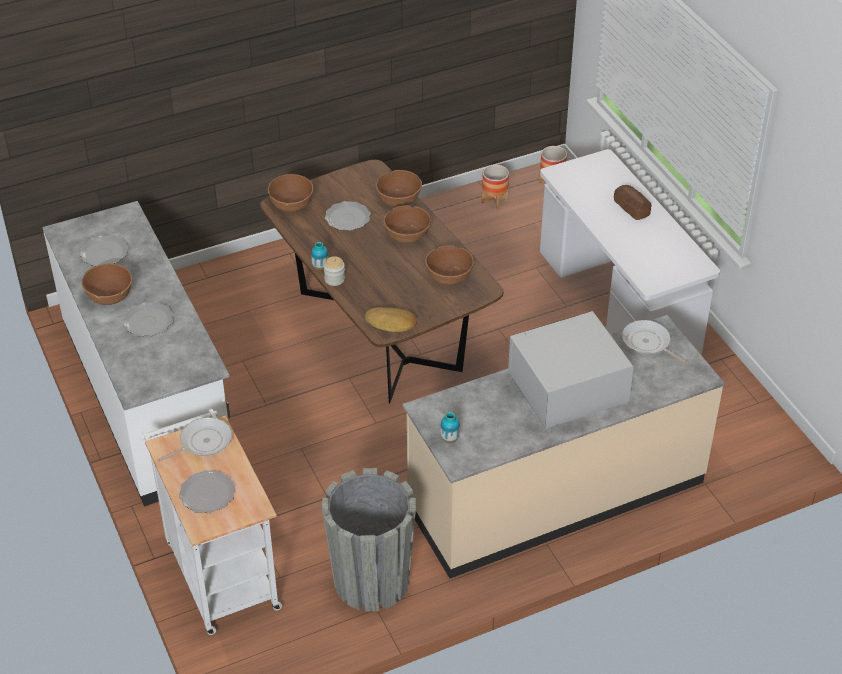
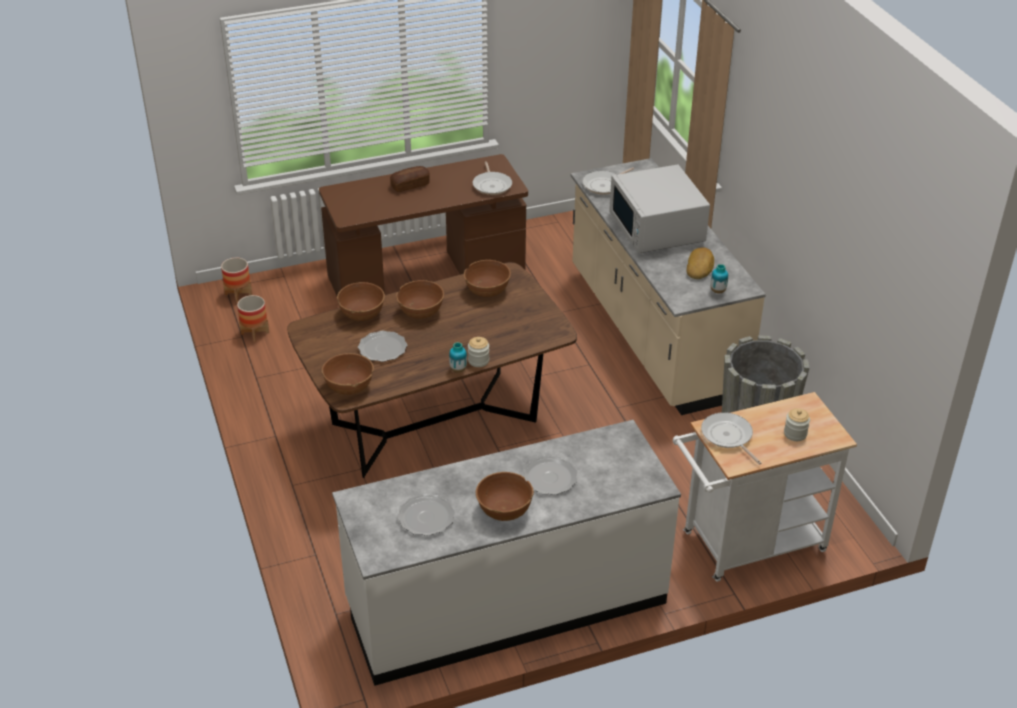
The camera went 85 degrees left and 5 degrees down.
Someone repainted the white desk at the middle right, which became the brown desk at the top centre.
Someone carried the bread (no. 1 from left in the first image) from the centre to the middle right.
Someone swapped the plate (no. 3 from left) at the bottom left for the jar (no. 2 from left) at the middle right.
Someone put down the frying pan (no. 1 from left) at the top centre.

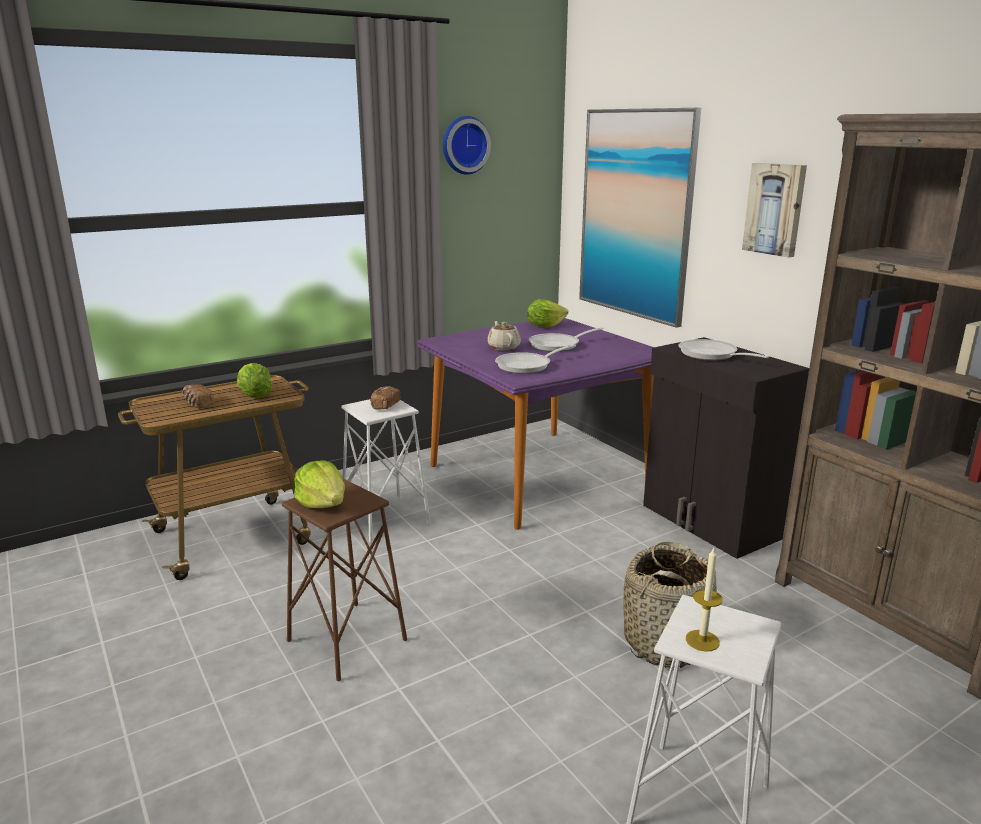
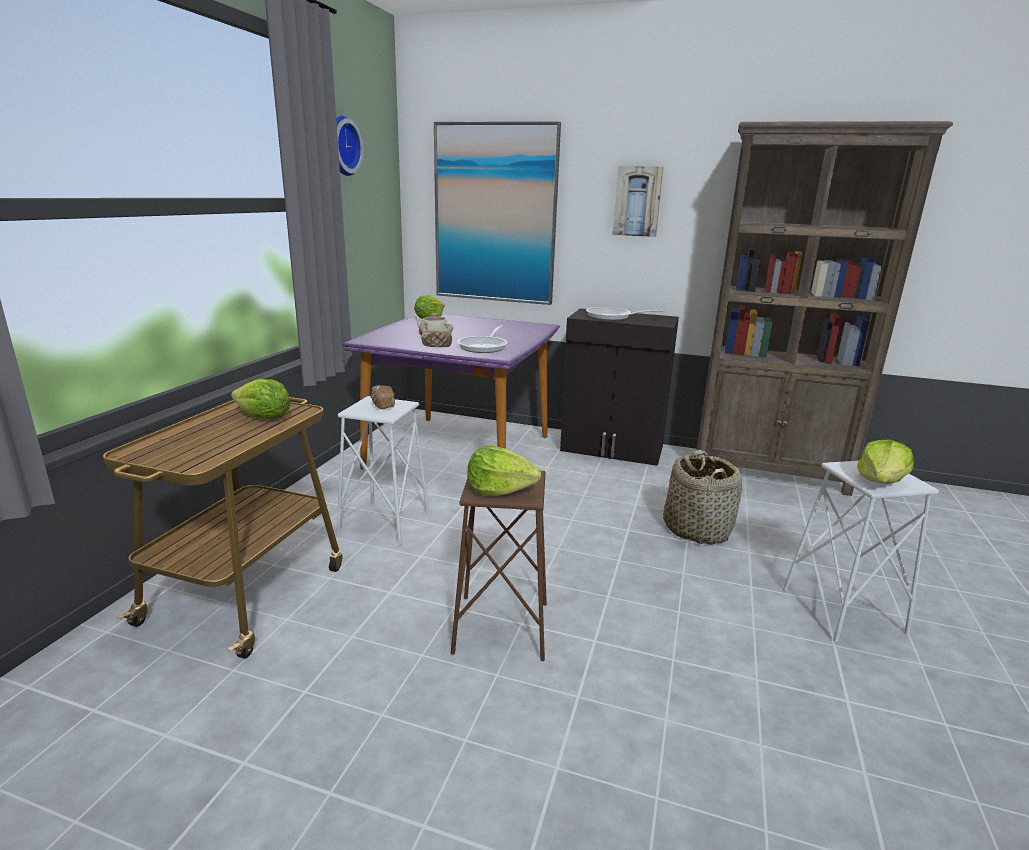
The camera went 40 degrees left and 0 degrees up.
Someone took away the frying pan (no. 2 from left) at the centre.
Someone carried the bread (no. 1 from left in the first image) from the middle left to the centre.
Someone swapped the candle at the bottom right for the lettuce (no. 4 from left) at the middle right.

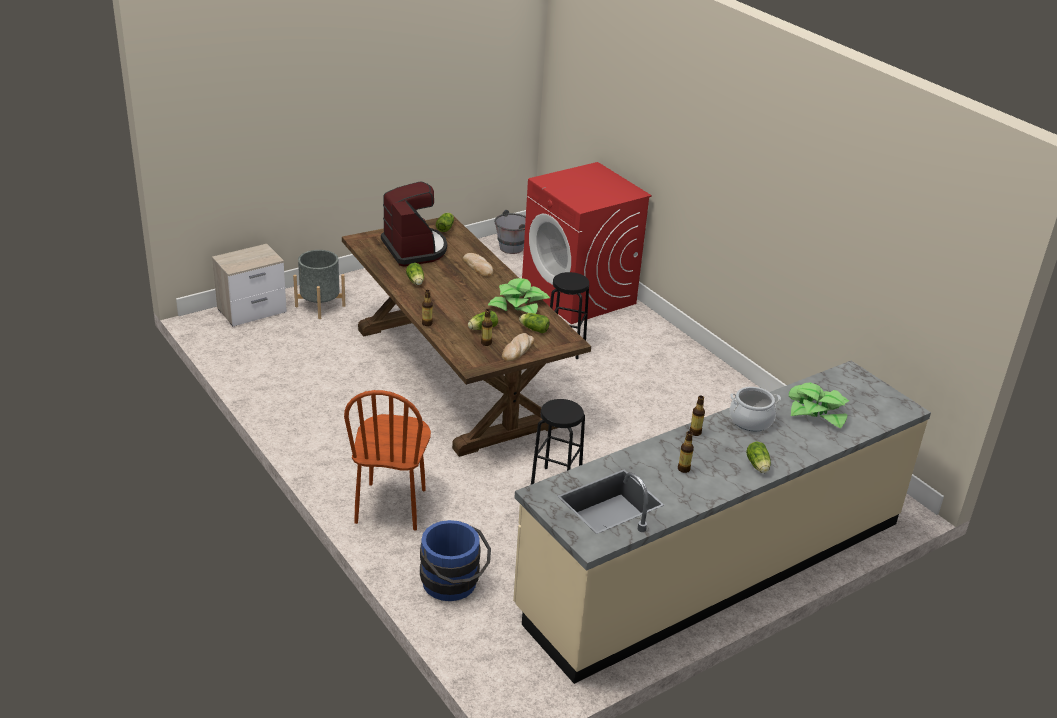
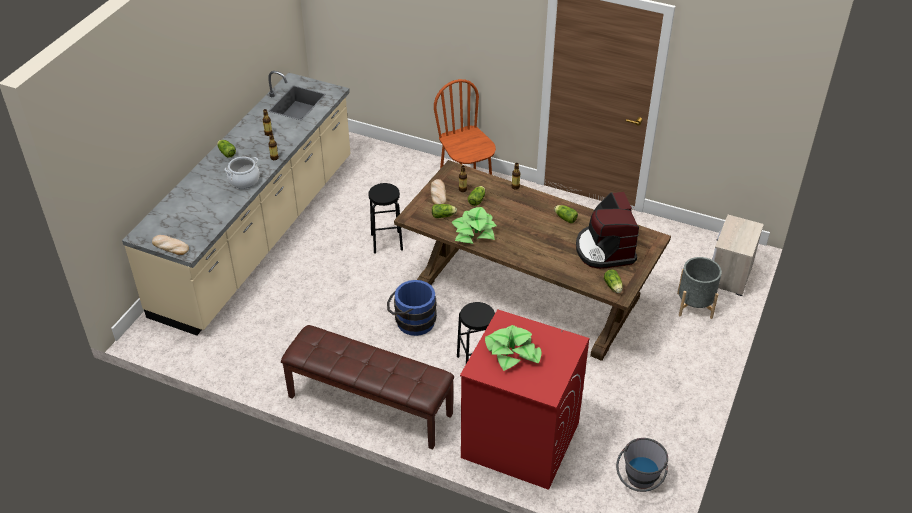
The camera went 150 degrees right and 10 degrees up.
Someone rotated the coffee machine at the top centre by 45 degrees clockwise.
Someone carried the bread (no. 1 from left) from the centre to the middle left.
Someone carried the potted plant (no. 2 from left) from the middle right to the bottom centre.
Someone carried the blue bucket from the bottom centre to the centre.
Someone put down the brown bench at the bottom centre.

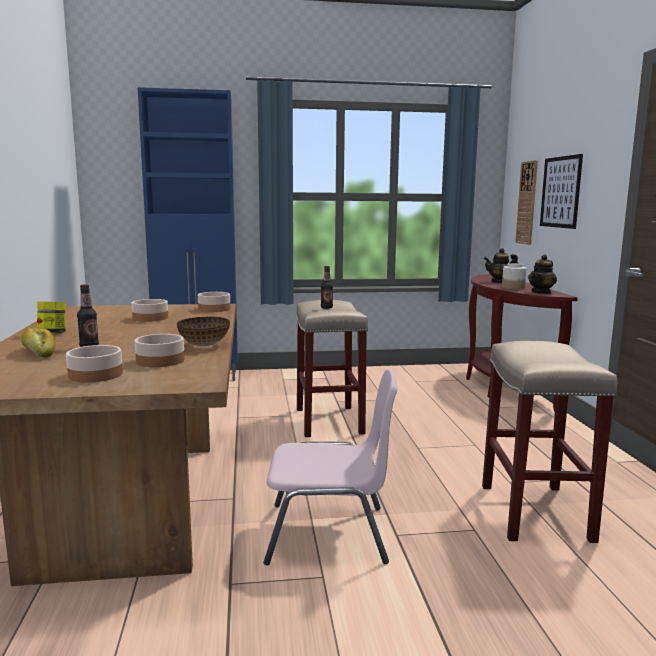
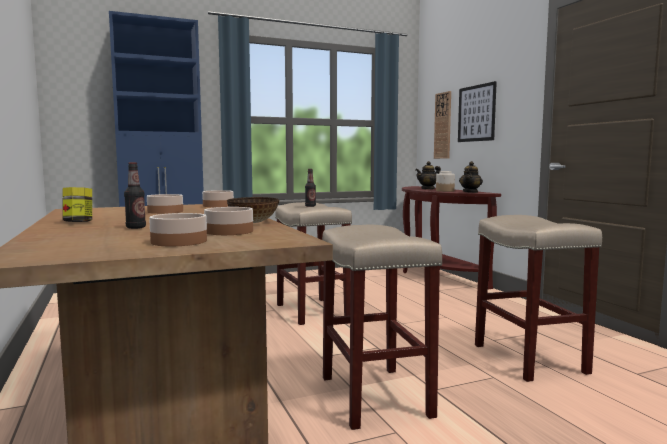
The camera went 15 degrees left and 5 degrees down.
Someone took away the bread at the middle left.
Someone swapped the pink chair at the bottom centre for the beige stool (no. 2 from left) at the bottom centre.

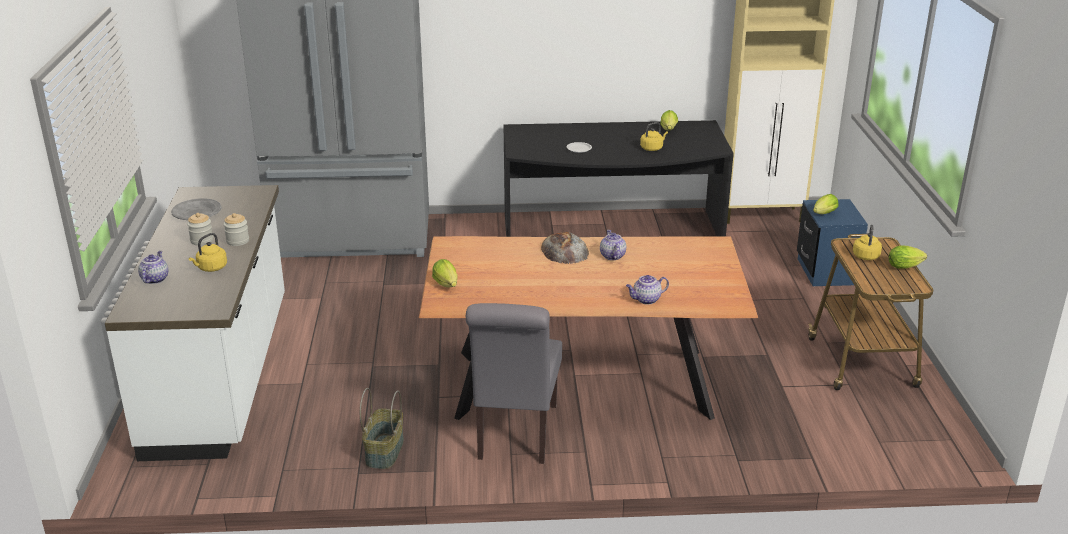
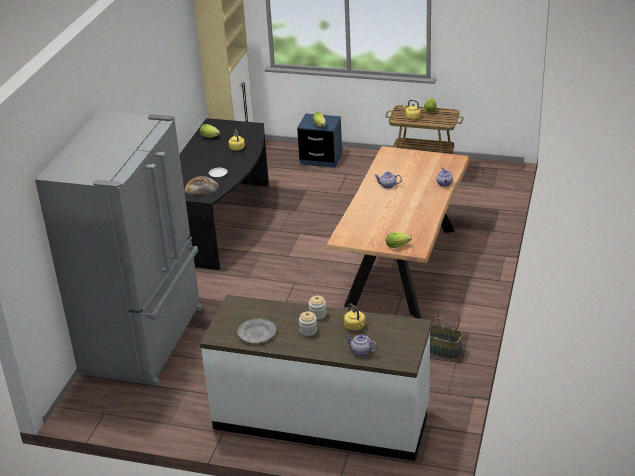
The camera went 70 degrees left and 5 degrees up.
Someone carried the bread from the centre to the middle left.
Someone took away the grey chair at the bottom centre.

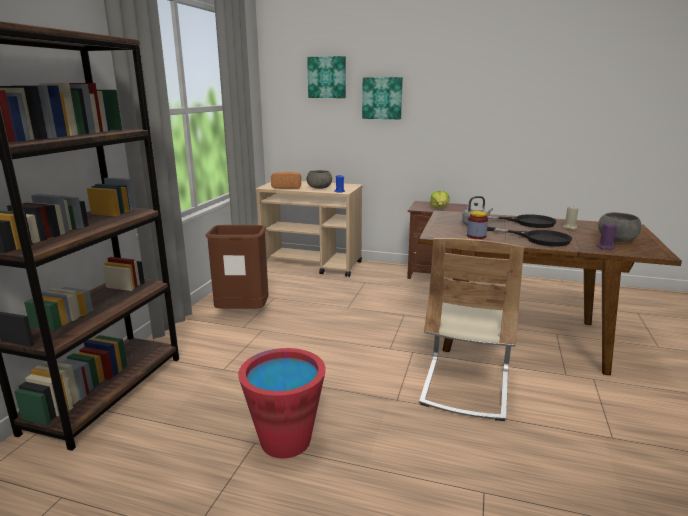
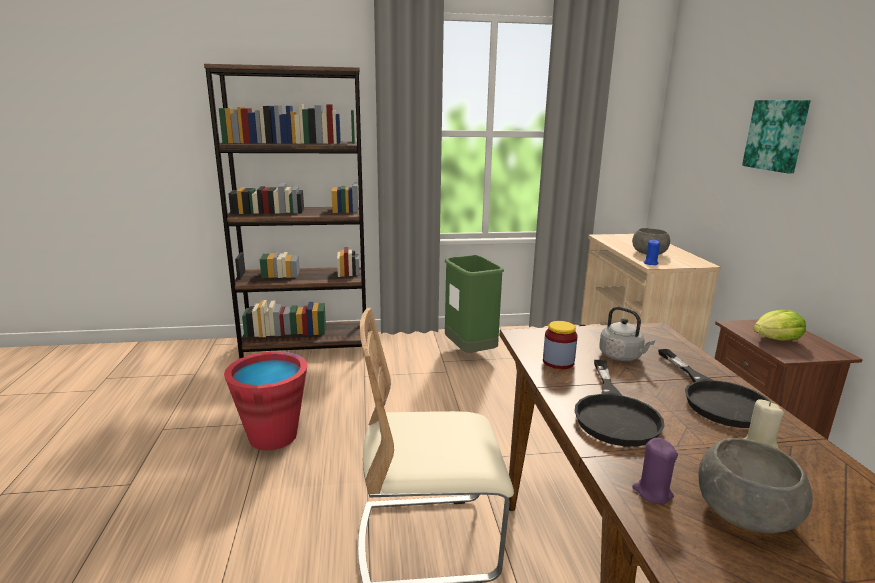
The camera went 65 degrees right and 0 degrees up.
Someone took away the picture (no. 1 from left) at the top centre.
Someone took away the bread at the centre.
Someone repainted the brown trash can at the centre, which became the green trash can at the centre.

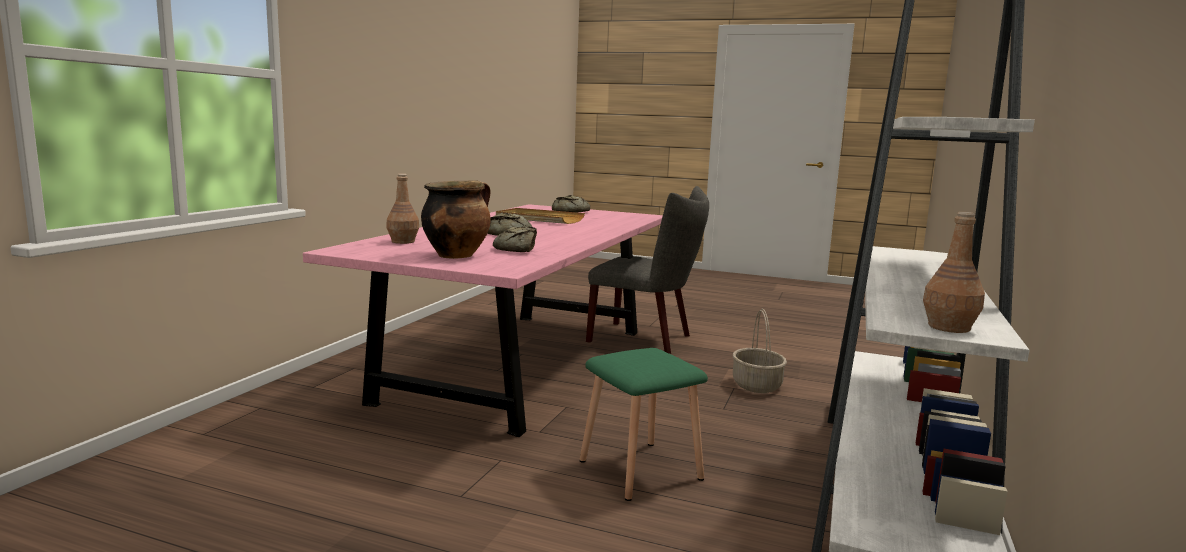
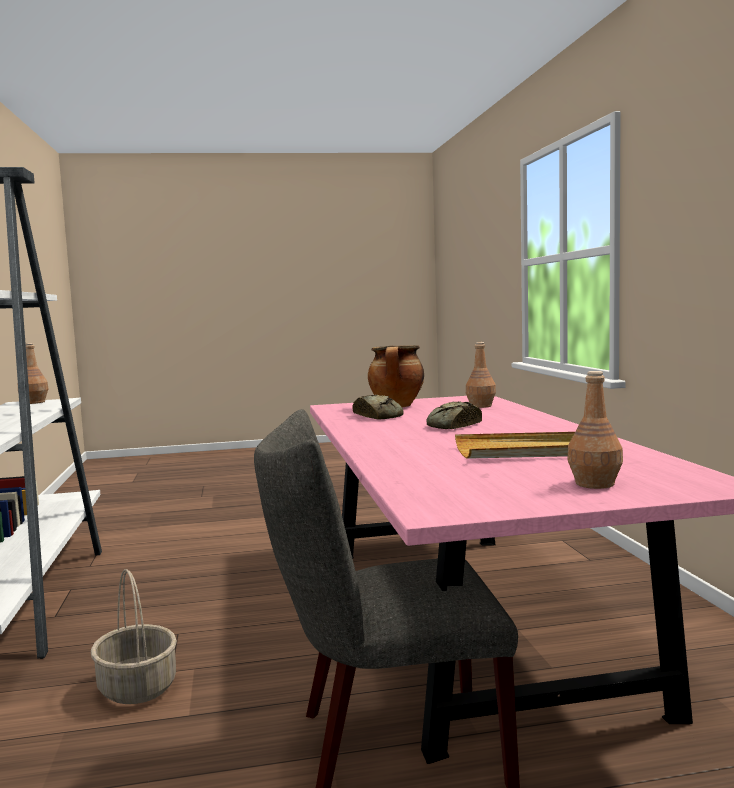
The camera went 150 degrees right and 5 degrees down.
Someone swapped the bread (no. 3 from left) at the centre for the brown bottle (no. 3 from left) at the middle right.
Someone took away the green stool at the bottom centre.

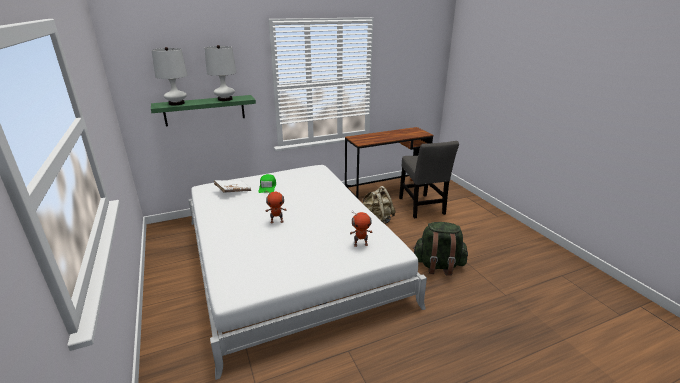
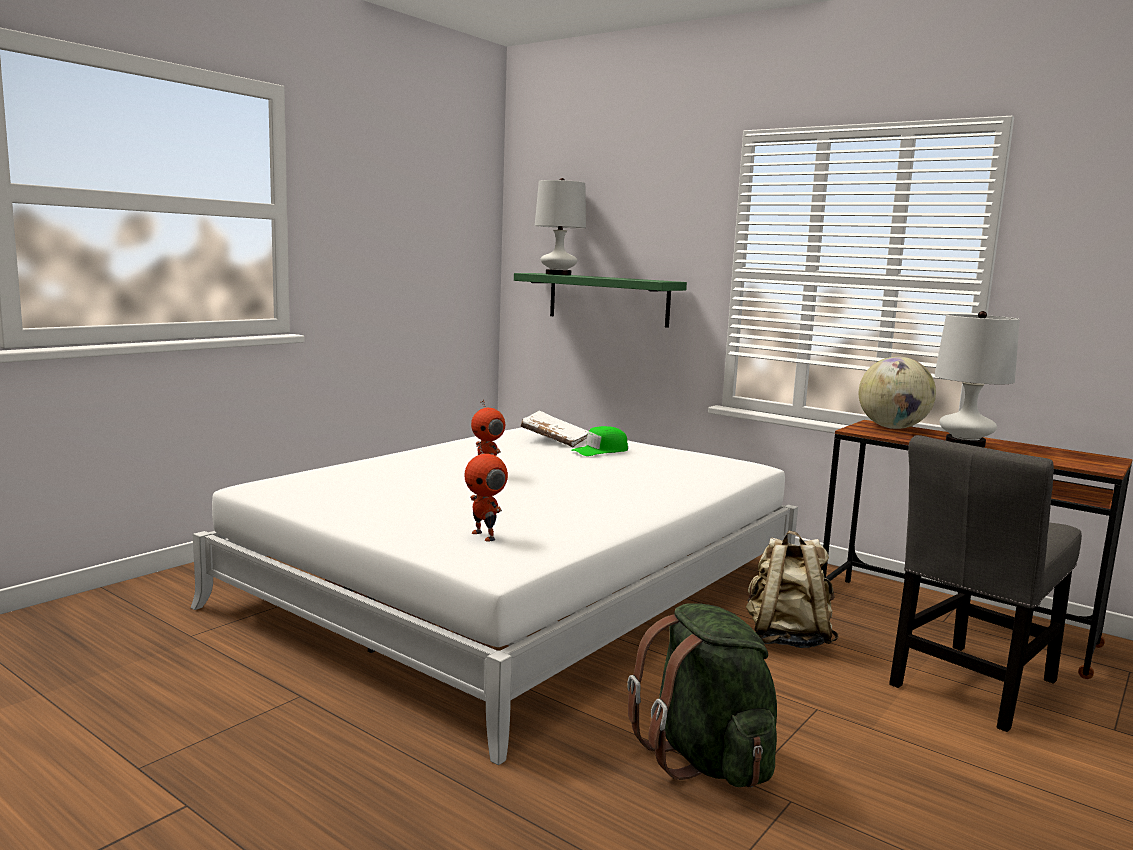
The camera went 60 degrees right and 15 degrees down.
Someone carried the white table lamp (no. 2 from left) from the top left to the middle right.
Someone put down the globe at the middle right.

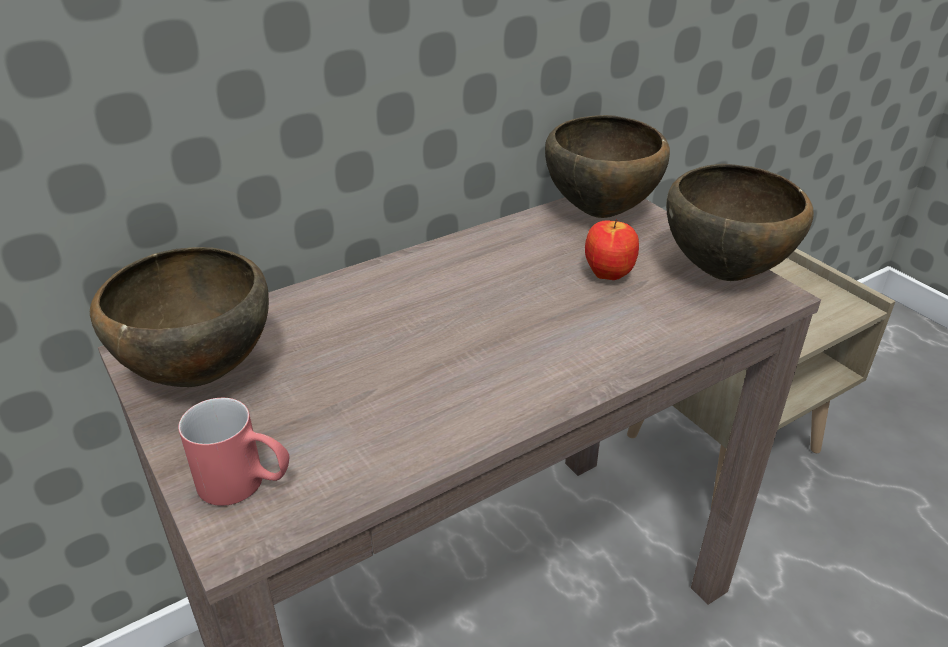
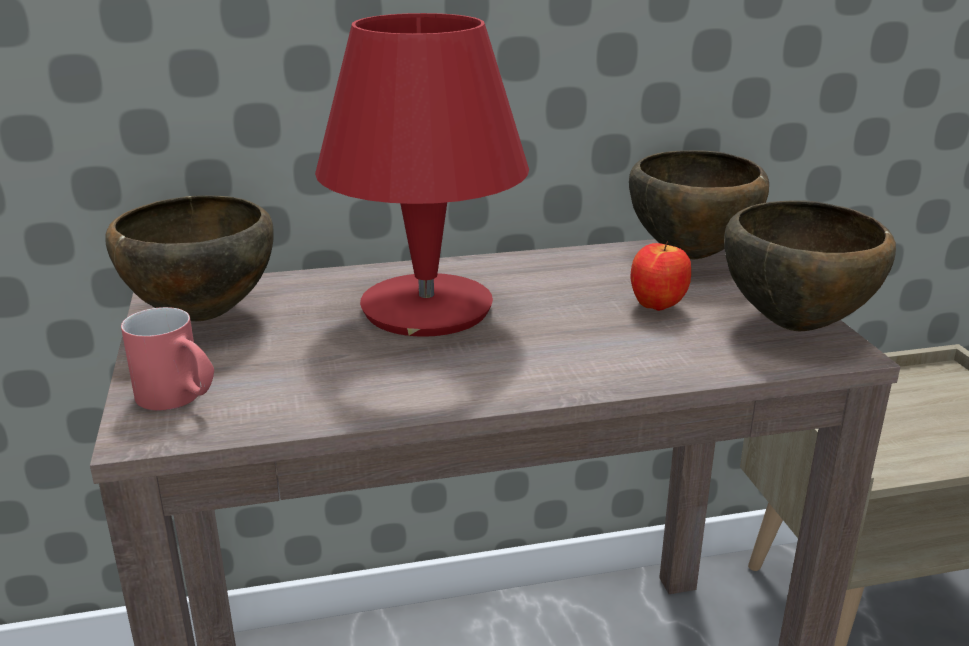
The camera went 20 degrees right and 10 degrees down.
Someone put down the red table lamp at the top centre.

